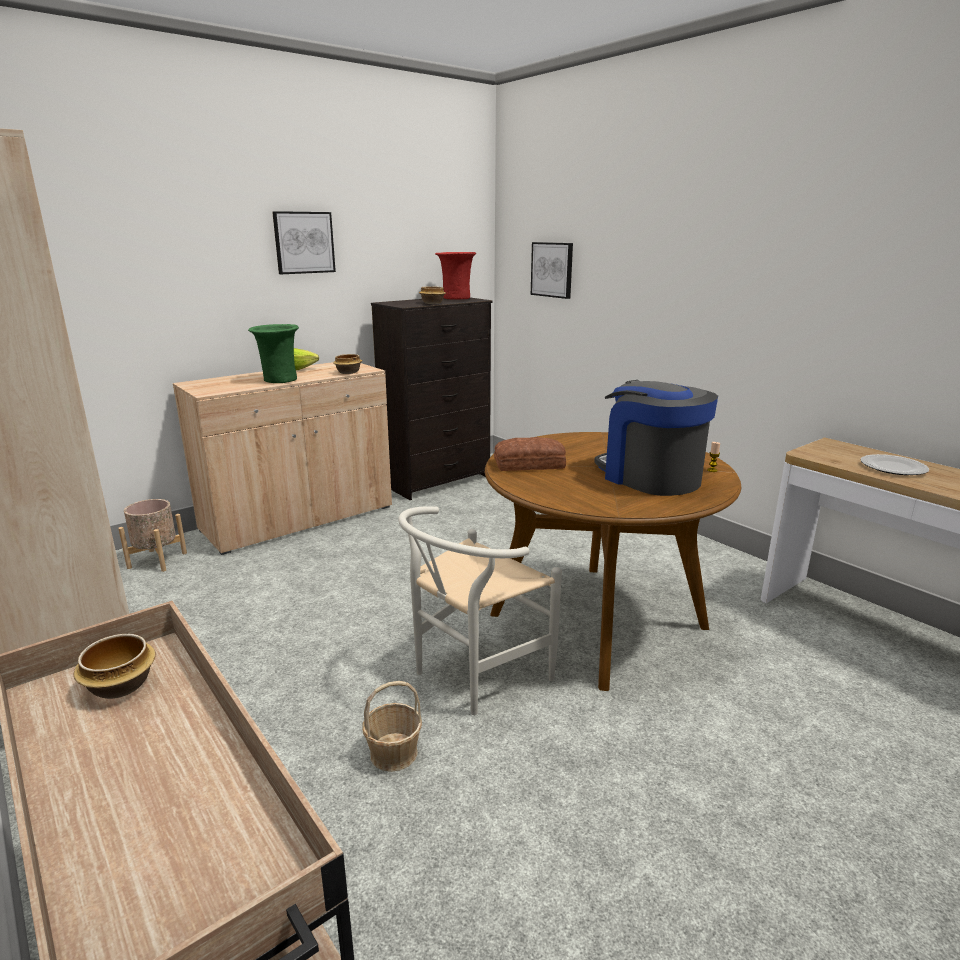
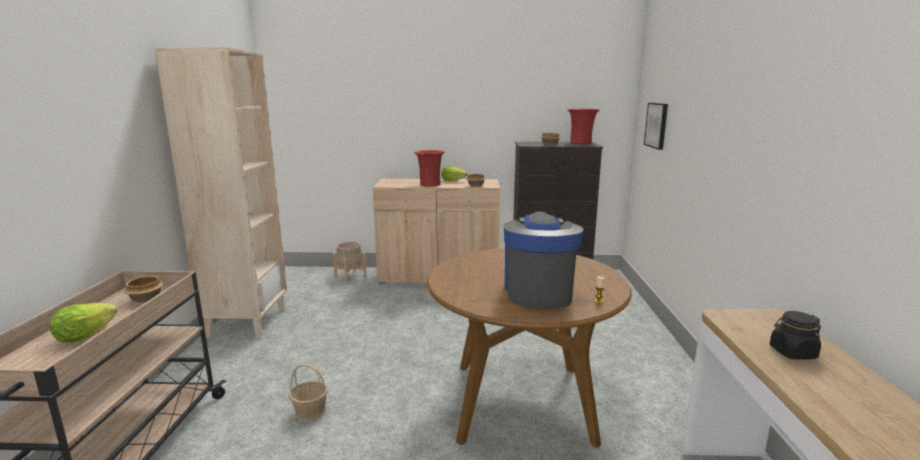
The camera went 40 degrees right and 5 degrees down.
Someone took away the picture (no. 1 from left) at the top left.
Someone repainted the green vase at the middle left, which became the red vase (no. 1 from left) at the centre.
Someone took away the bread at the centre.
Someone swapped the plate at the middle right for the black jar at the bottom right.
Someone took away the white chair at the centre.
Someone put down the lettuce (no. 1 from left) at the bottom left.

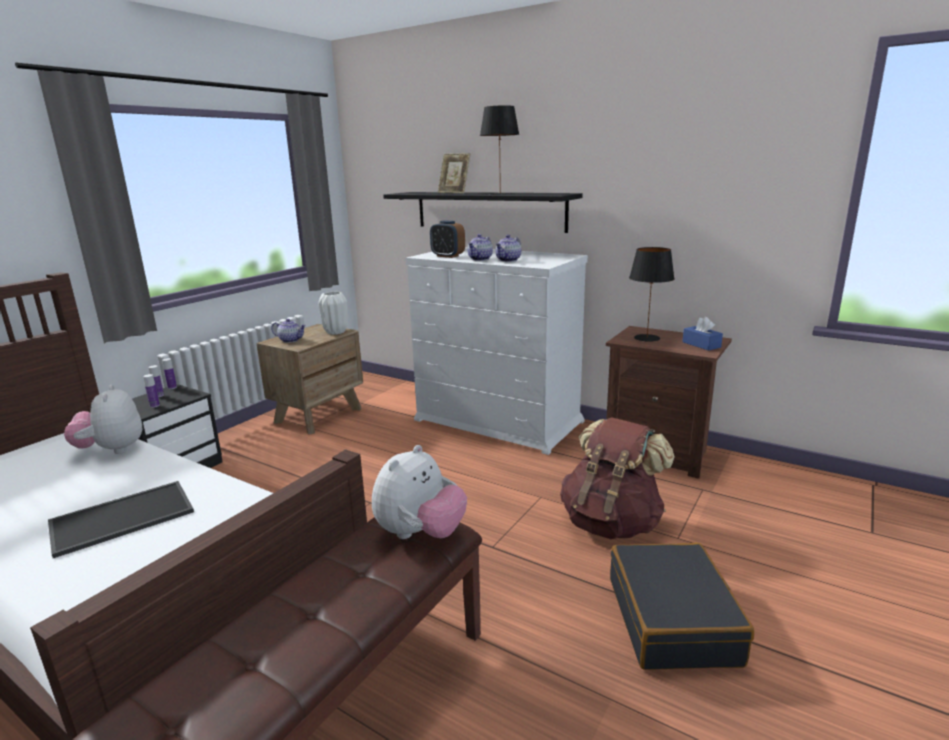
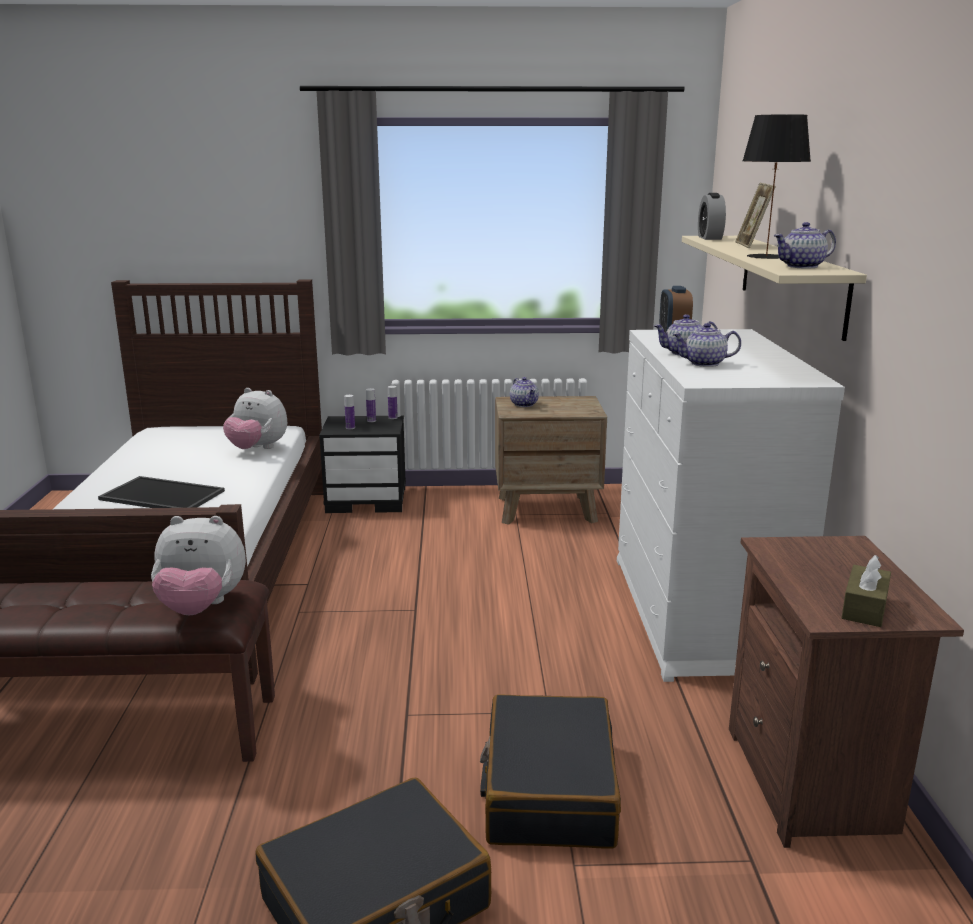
The camera went 55 degrees right and 0 degrees up.
Someone repainted the black shelf at the top centre, which became the beige shelf at the top right.
Someone took away the black table lamp (no. 2 from left) at the middle right.
Someone took away the white vase at the centre.
Someone repainted the blue tissue box at the middle right, which became the brown tissue box at the middle right.
Someone rotated the plush toy (no. 1 from left in the first image) at the middle left by 105 degrees counterclockwise.
Someone swapped the brown backpack at the centre for the black suitcase (no. 2 from left) at the bottom centre.
Someone put down the alarm clock (no. 2 from left) at the top right.
Someone put down the teapot (no. 4 from left) at the top right.

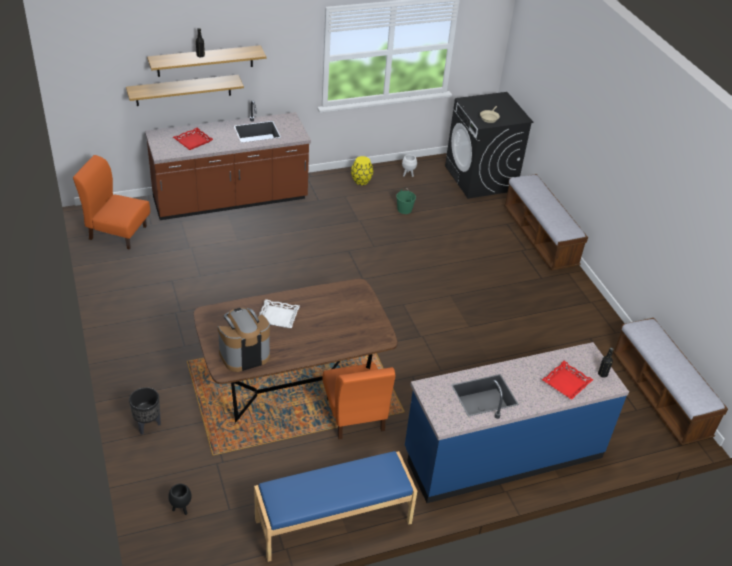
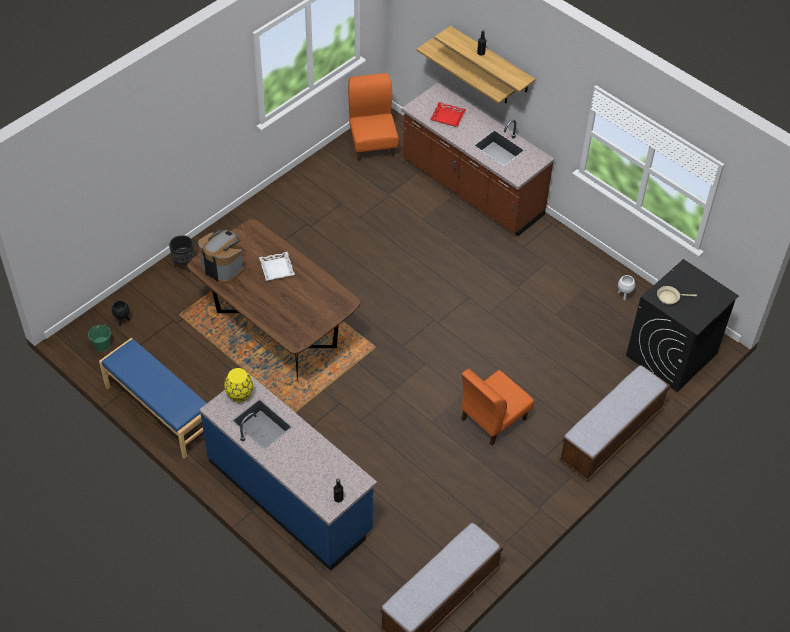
The camera went 65 degrees right and 10 degrees up.
Someone carried the yellow vase from the top centre to the middle left.
Someone carried the green bucket from the centre to the middle left.
Someone took away the red tray (no. 2 from left) at the bottom right.
Someone carried the orange chair (no. 2 from left) from the bottom centre to the centre.

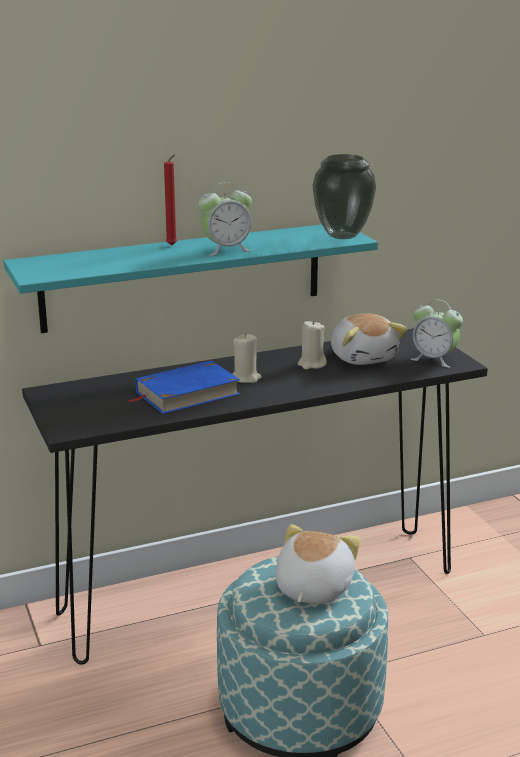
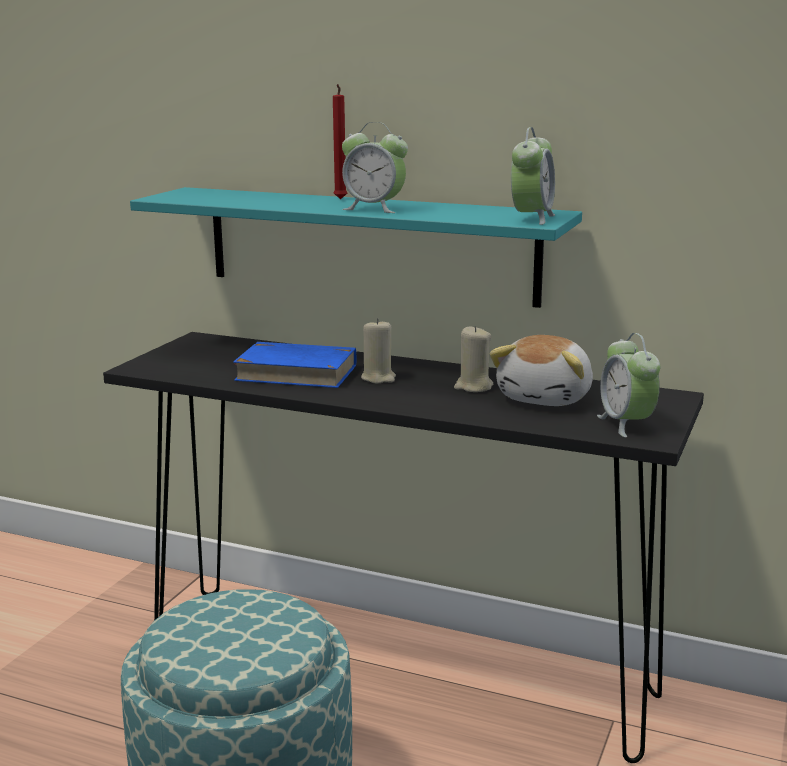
The camera went 45 degrees right and 5 degrees down.
Someone swapped the vase at the top centre for the alarm clock (no. 2 from left) at the top right.
Someone took away the plush toy (no. 1 from left) at the bottom centre.

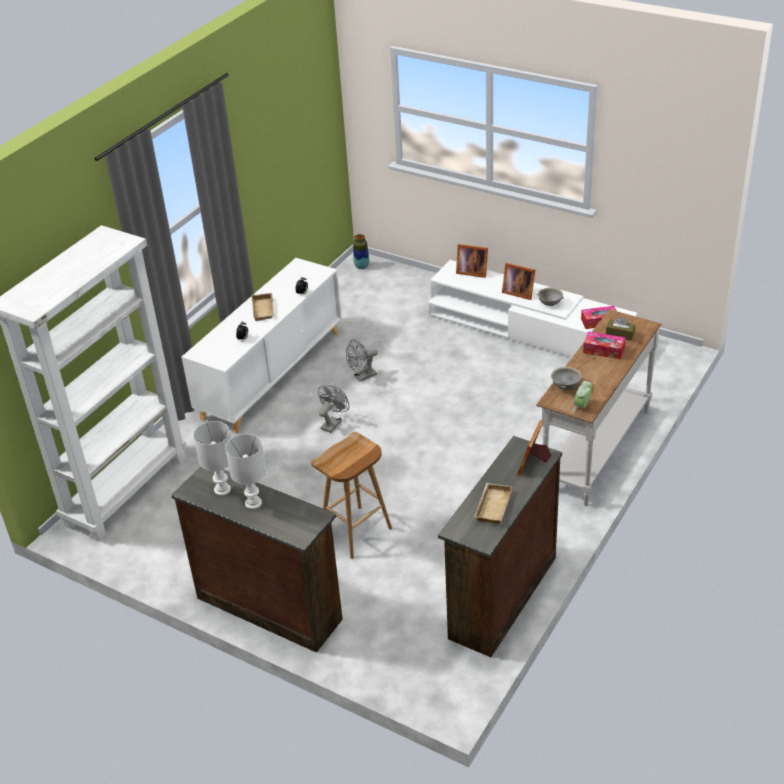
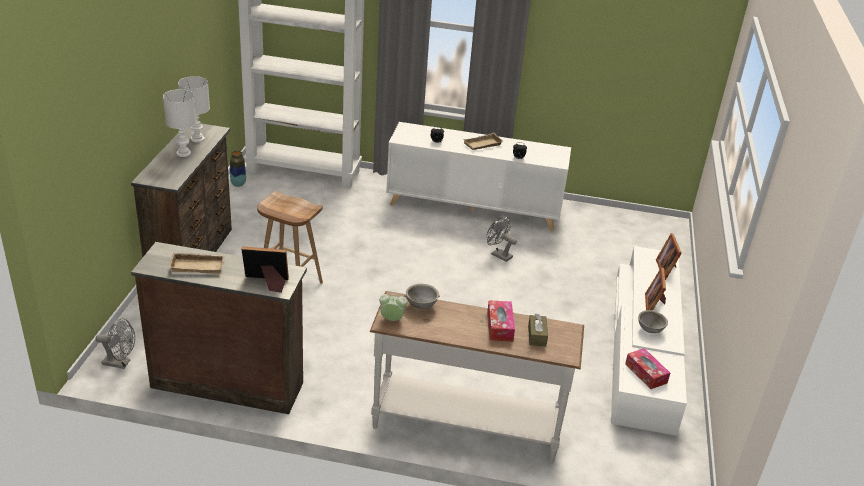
The camera went 65 degrees right and 5 degrees down.
Someone carried the vase from the top centre to the middle left.
Someone carried the grey fan (no. 1 from left) from the centre to the bottom left.

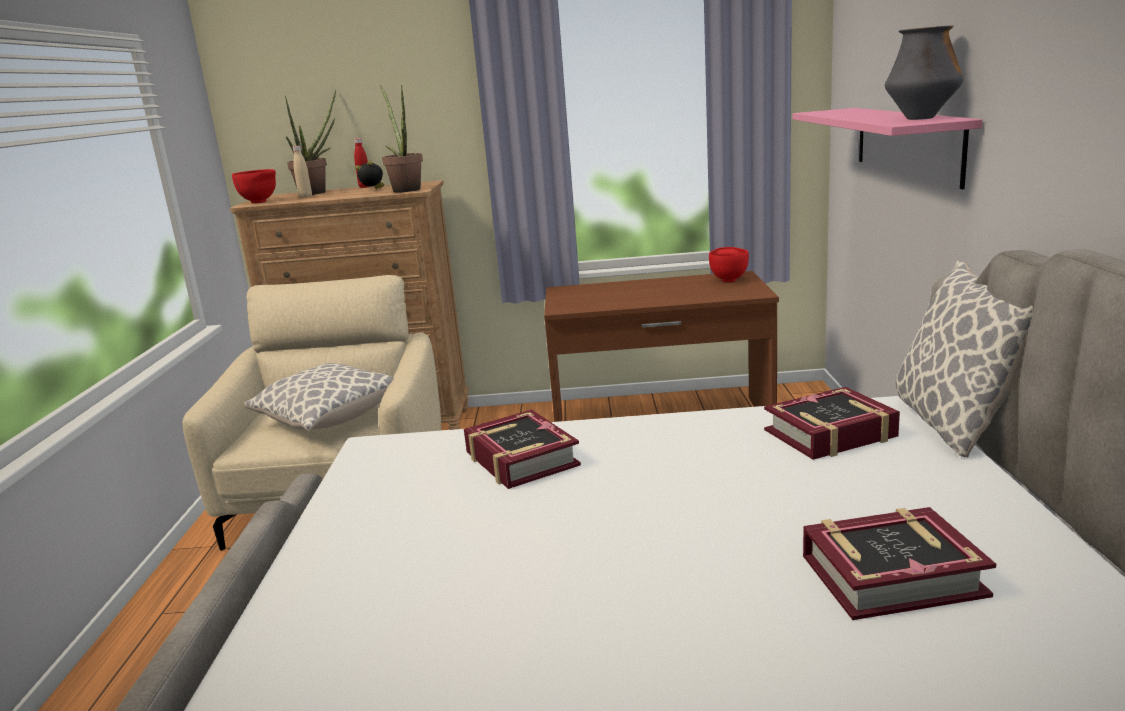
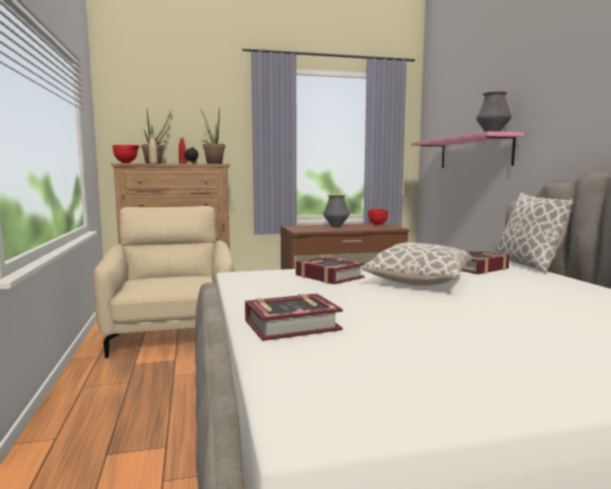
The camera went 15 degrees left and 10 degrees down.
Someone carried the pillow (no. 1 from left) from the middle left to the middle right.
Someone carried the book (no. 3 from left in the first image) from the bottom right to the centre.
Someone put down the vase (no. 1 from left) at the centre.

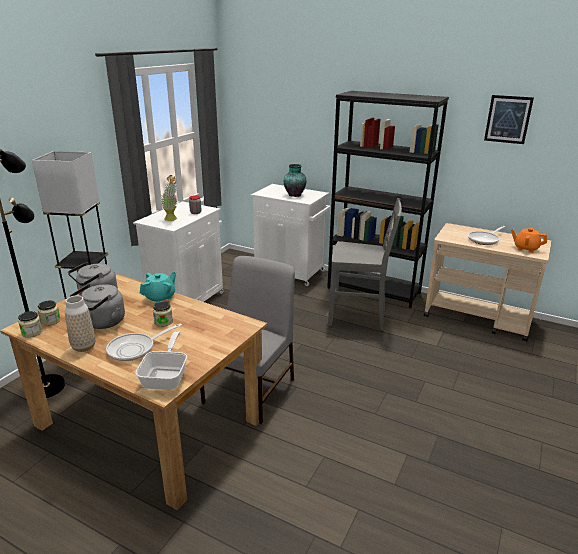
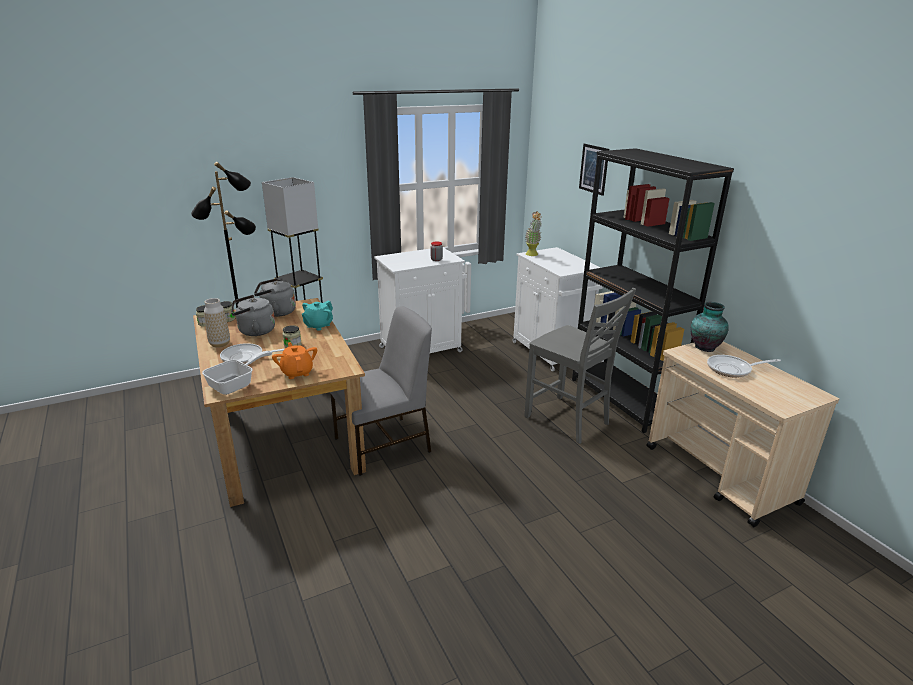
The camera went 35 degrees right and 0 degrees up.
Someone carried the picture from the top right to the top centre.
Someone carried the vase (no. 2 from left) from the top centre to the middle right.
Someone carried the potted plant from the middle left to the centre.
Someone carried the orange teapot from the middle right to the middle left.
Someone rotated the turquoise teapot at the middle left by 135 degrees clockwise.

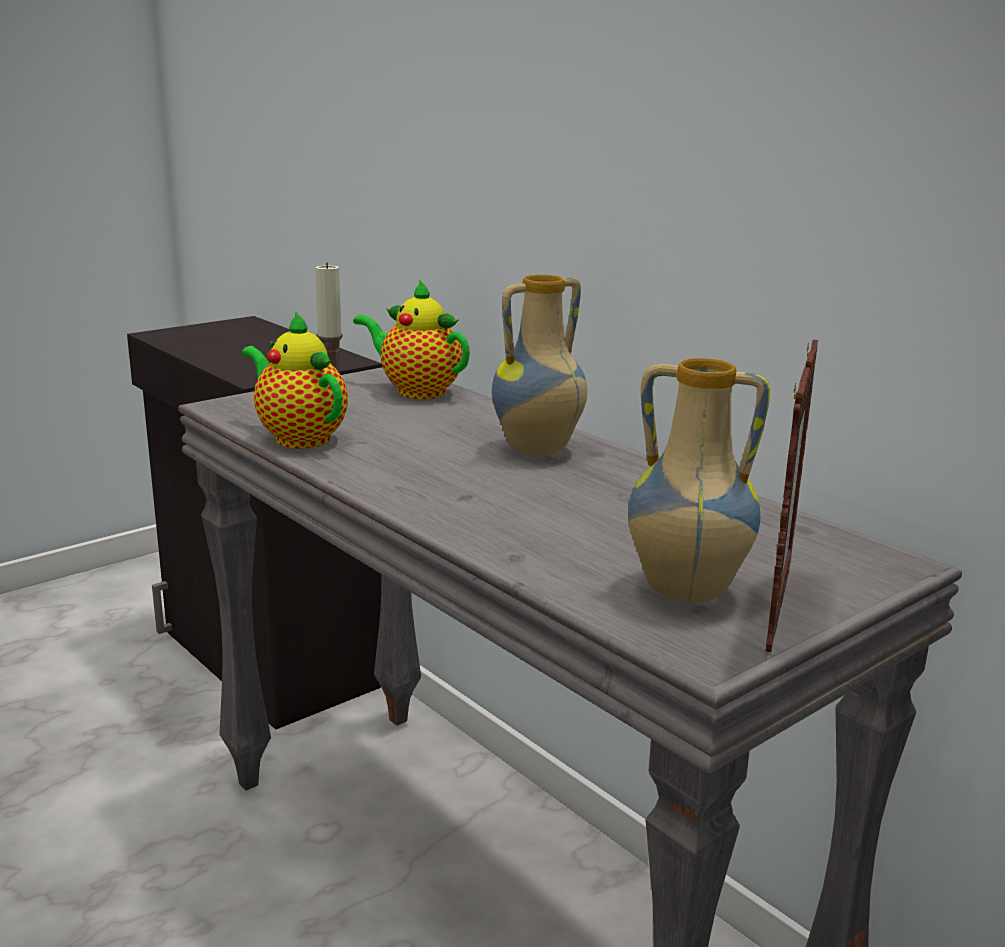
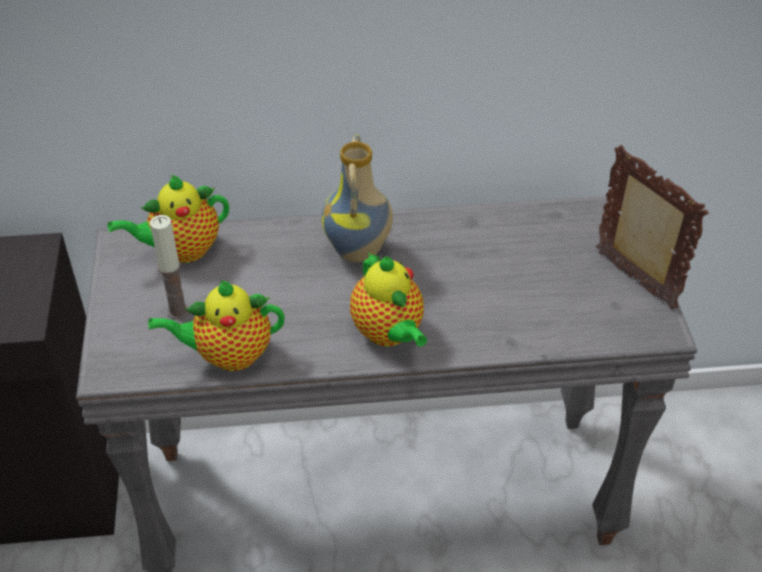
The camera went 55 degrees left and 25 degrees up.
Someone took away the vase (no. 2 from left) at the middle right.
Someone put down the teapot (no. 3 from left) at the centre.

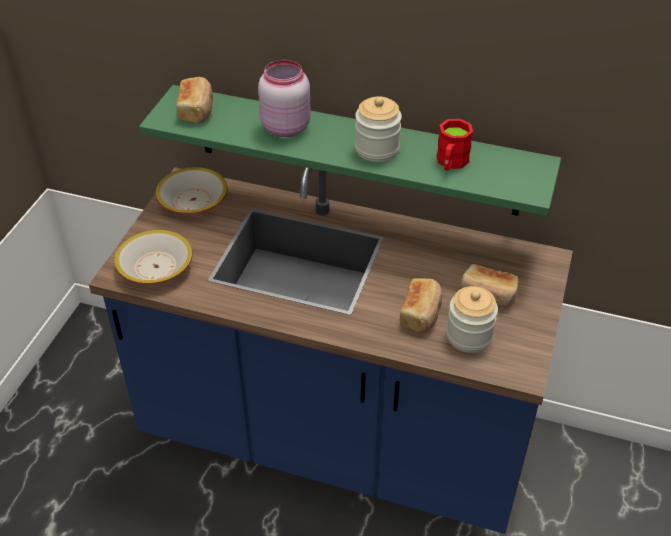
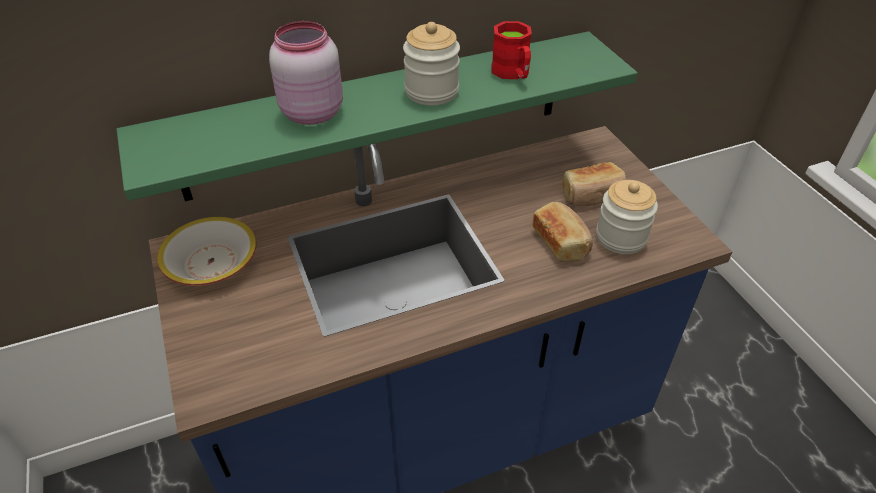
The camera went 40 degrees left and 0 degrees up.
Someone took away the bread (no. 1 from left) at the top left.
Someone took away the bowl (no. 1 from left) at the middle left.

